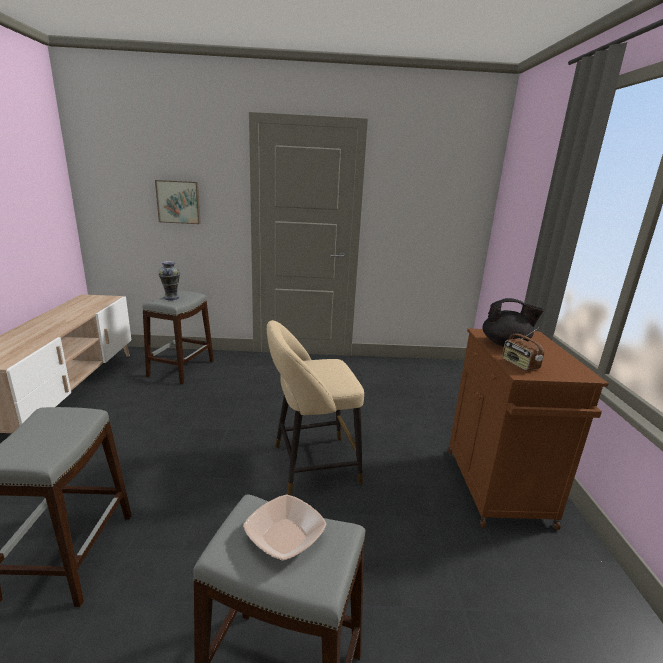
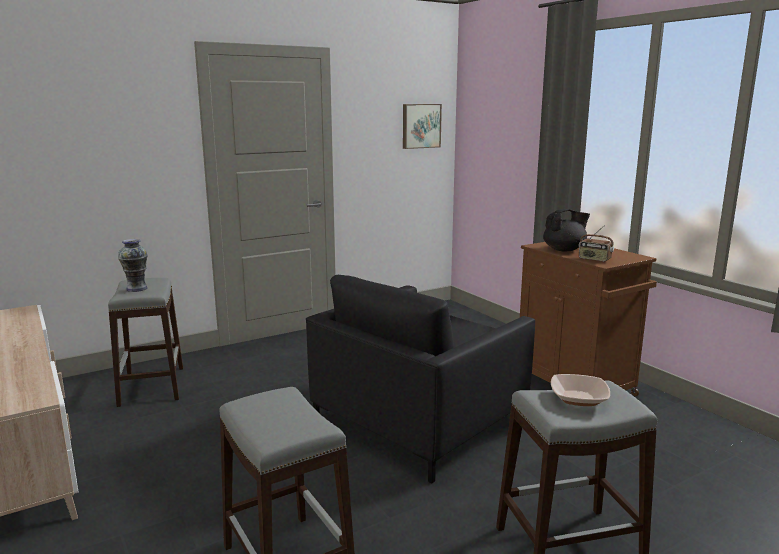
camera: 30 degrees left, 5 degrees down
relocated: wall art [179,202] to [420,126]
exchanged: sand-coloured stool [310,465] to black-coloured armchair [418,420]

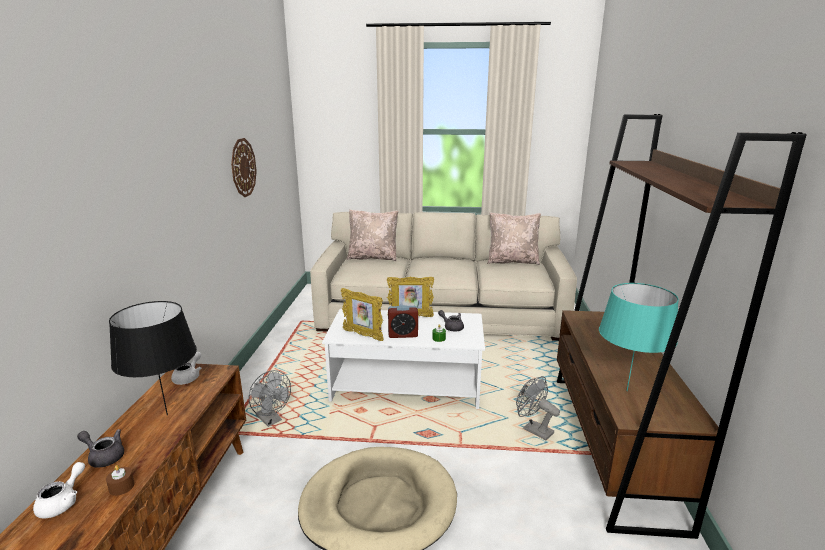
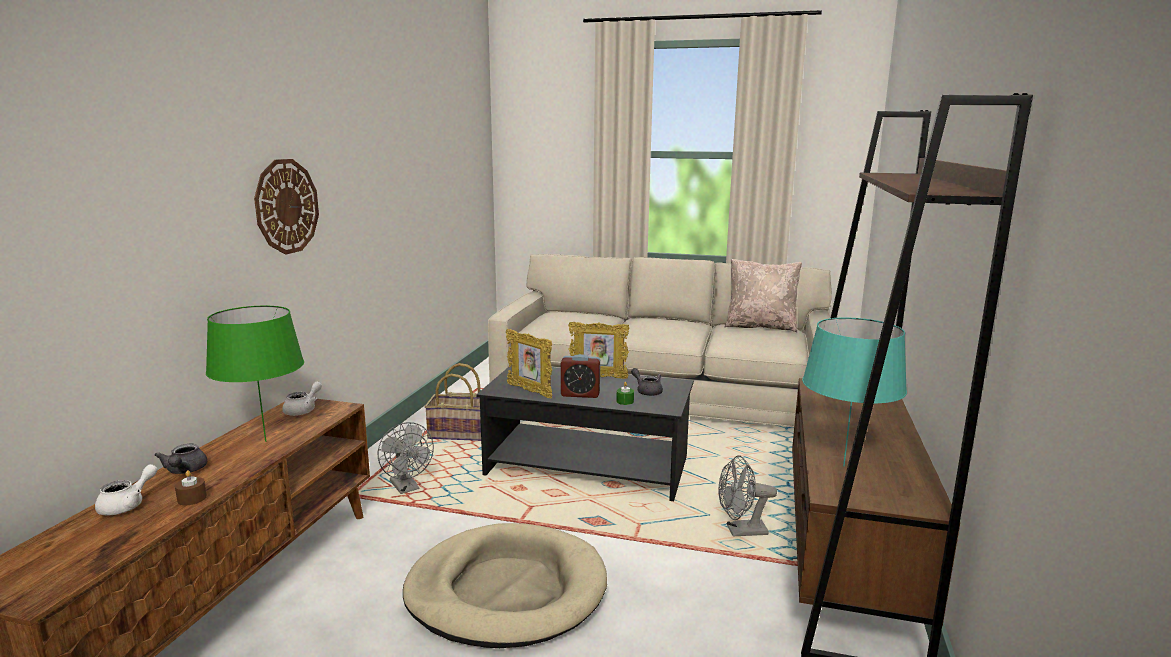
camera: 10 degrees right, 5 degrees down
missing: sand-coloured pillow [373,257]
appeared: basket [461,433]
relocated: clock on the wall [243,167] to [286,206]
colour: black-coloured table lamp [167,414] to greenish table lamp [265,441]; white coffee table [407,384] to black-coloured coffee table [589,466]
spun: greyish tea pot [104,456] = [184,471] 135 degrees counterclockwise; greyish cooling fan [533,429] = [740,532] 60 degrees counterclockwise

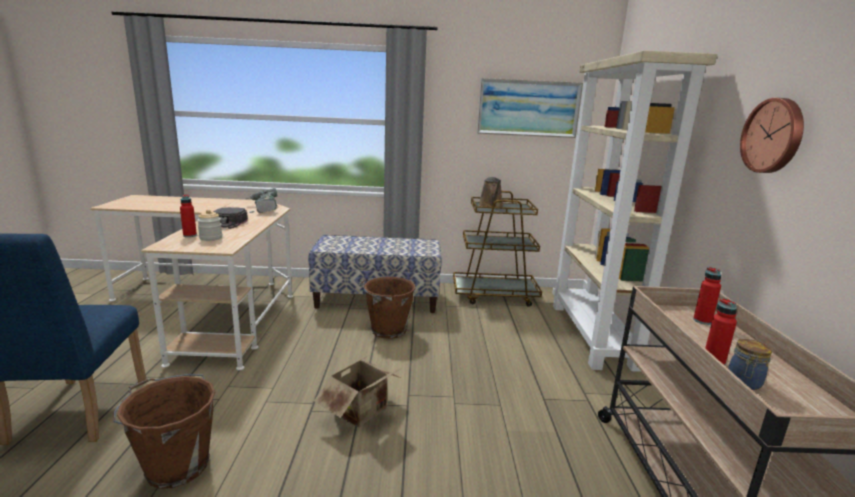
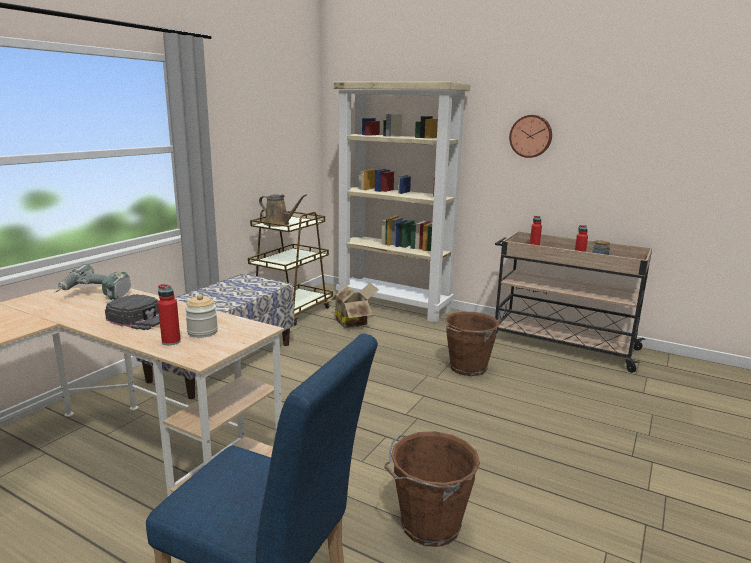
camera: 60 degrees left, 0 degrees up
missing: wall art [528,108]
relocated: cardboard box [363,412] to [353,322]; brownish pail [387,330] to [467,368]

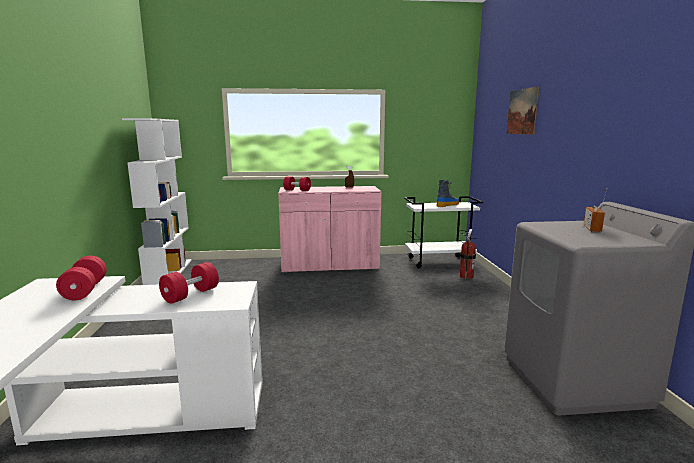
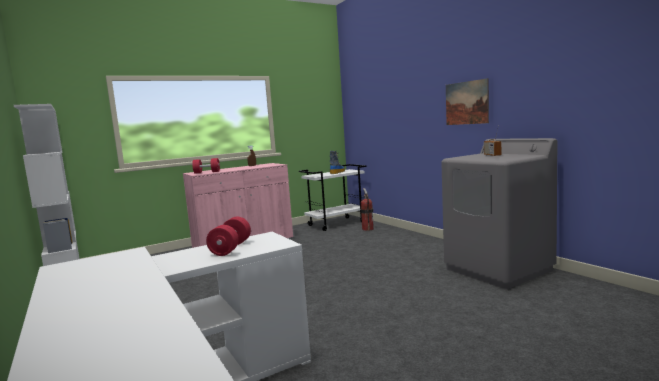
camera: 25 degrees left, 5 degrees down
missing: red-coloured free weight [85,290]
relocated: wall art [522,111] to [466,103]

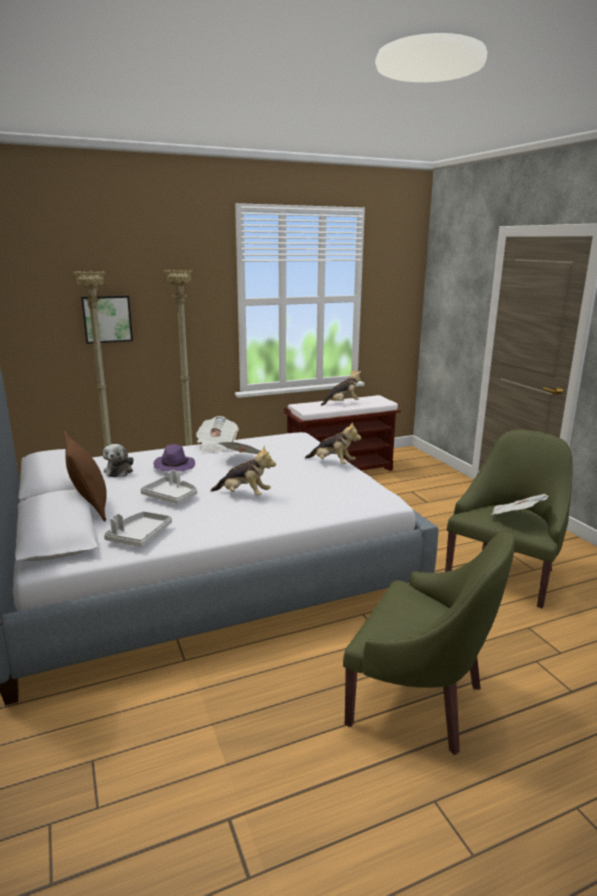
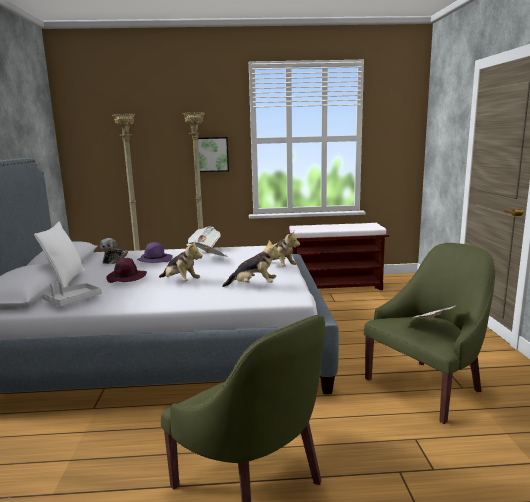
camera: 20 degrees right, 5 degrees down
relocated: wall art [107,319] to [211,154]; soft toy [342,403] to [254,286]
exchanged: greyish carrying tray [171,497] to purple wearable hat [127,278]
colour: brownish pillow [90,507] to white pillow [66,280]

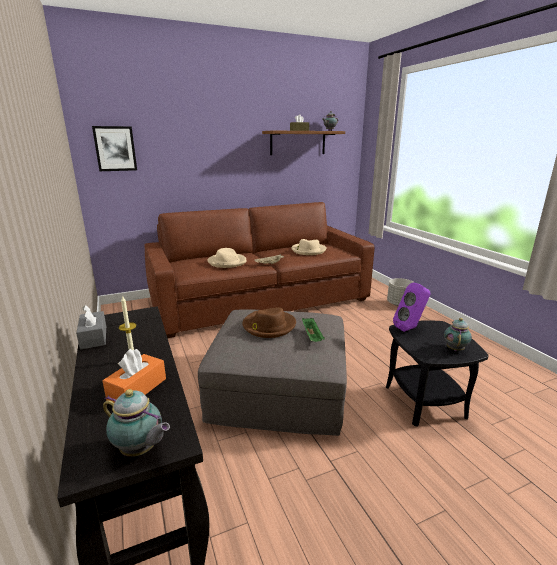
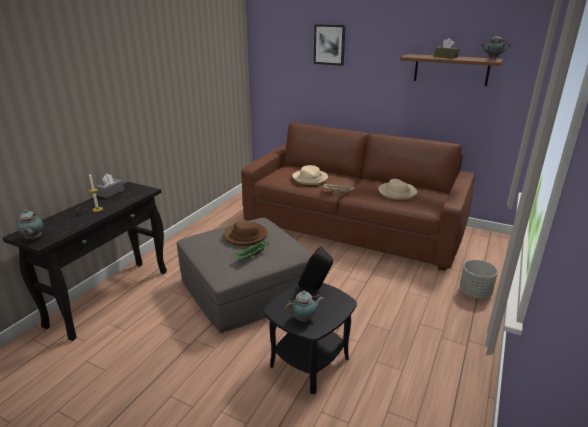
camera: 50 degrees right, 5 degrees up
missing: orangey box of tissues [137,389]
relocated: wall art [115,148] to [329,44]
colour: purple audio speaker [410,328] to black-coloured audio speaker [315,289]

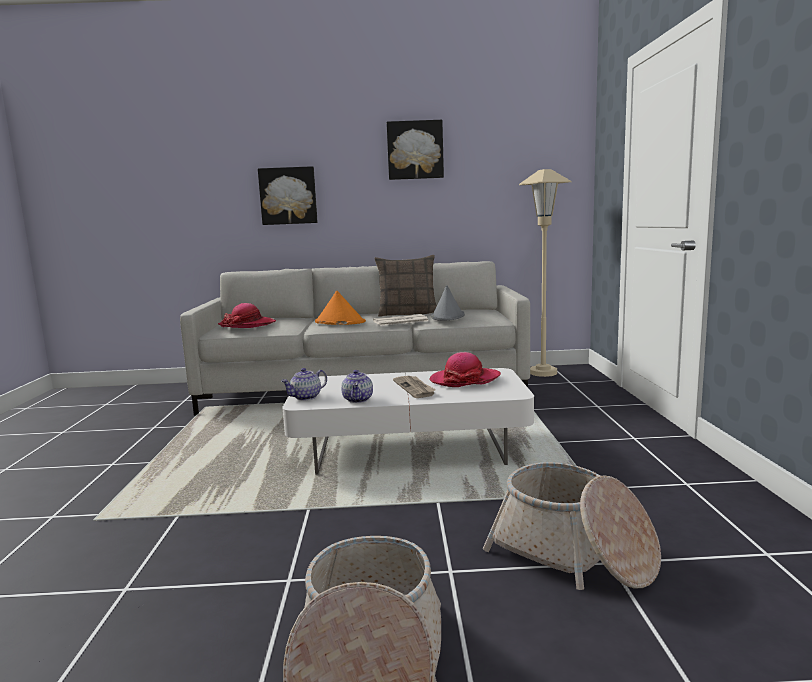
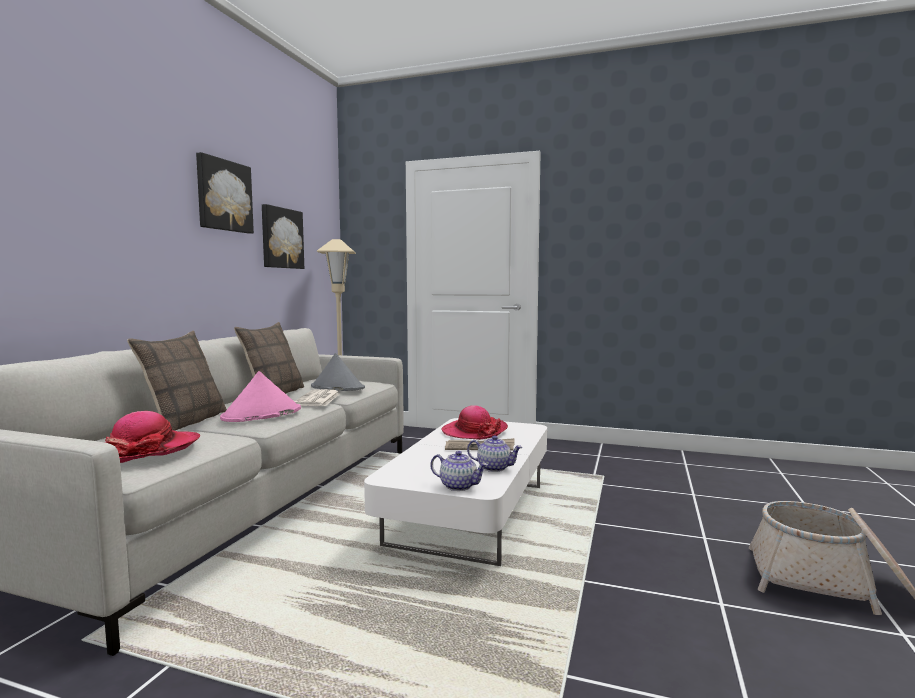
camera: 70 degrees left, 5 degrees down
missing: basket [573,553]
appeared: pillow [185,422]
relocated: wall art [288,196] to [281,238]
colour: orangey wearable hat [339,322] to pinkish wearable hat [261,414]
spun: tea pot [306,397] = [459,486] 45 degrees counterclockwise

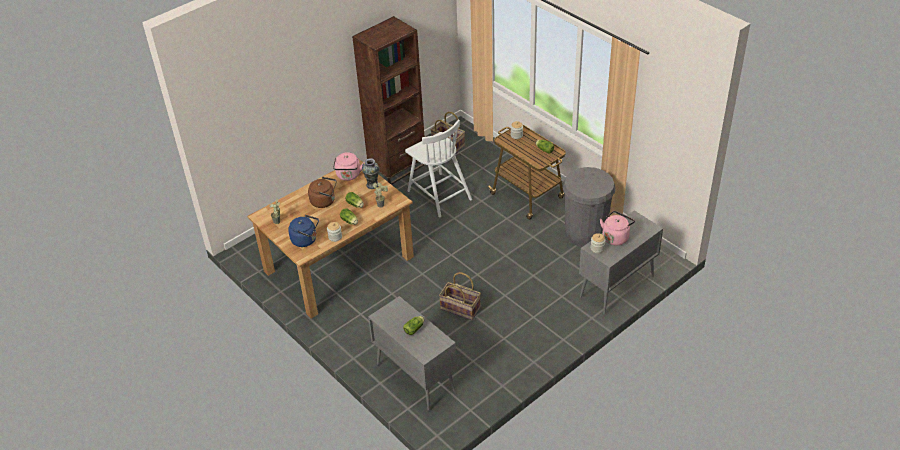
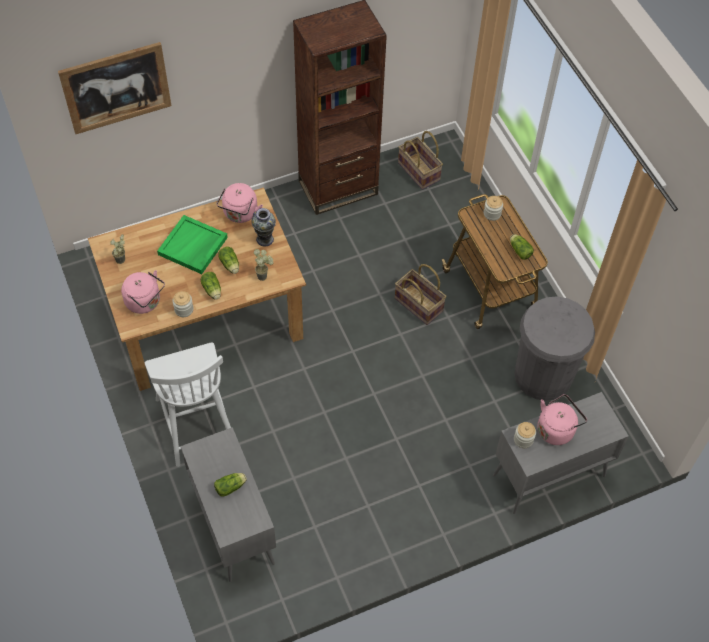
camera: 15 degrees right, 15 degrees up
appeared: wall art [116,87]
relocated: white upright chair [438,194] to [196,421]; basket [460,308] to [419,304]
exchanged: brownish kettle [324,201] to greenish carrying tray [193,246]
colour: blue kettle [306,240] to pinkish kettle [145,302]

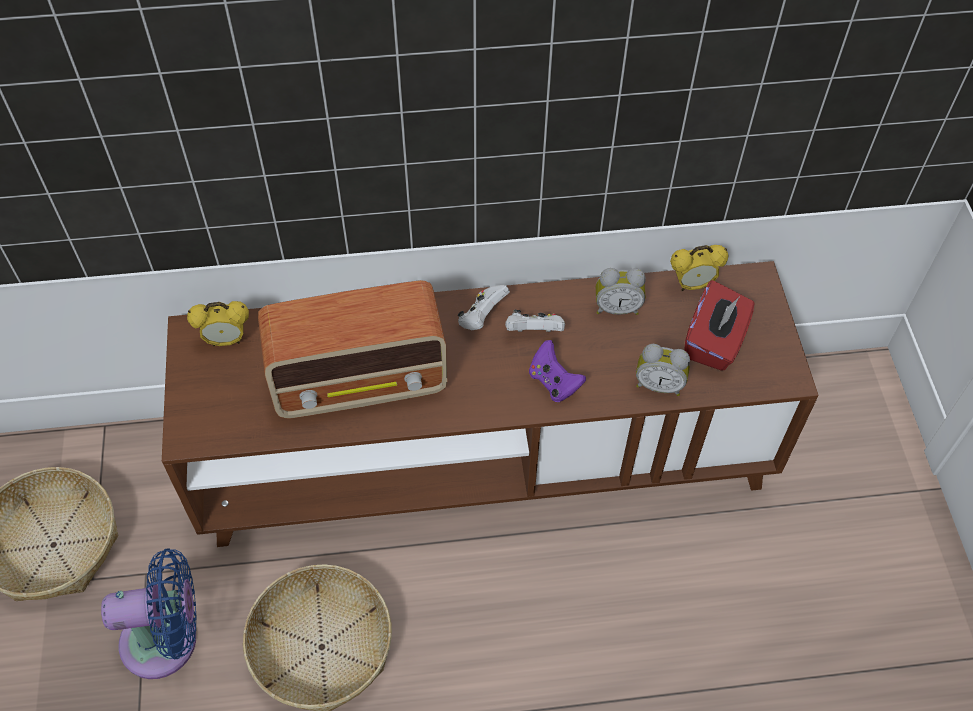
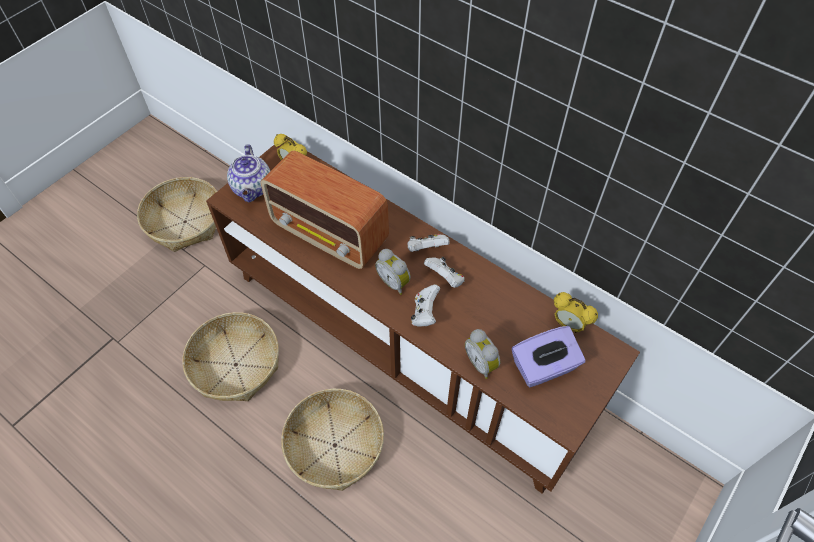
camera: 45 degrees right, 0 degrees up
missing: blue cooling fan [168,640]
appeared: tea pot [253,189]; basket [335,445]
relocated: alarm clock [617,307] to [394,282]
colour: purple game controller [554,382] to white game controller [425,313]; red-coloured box of tissues [714,342] to purple box of tissues [544,367]

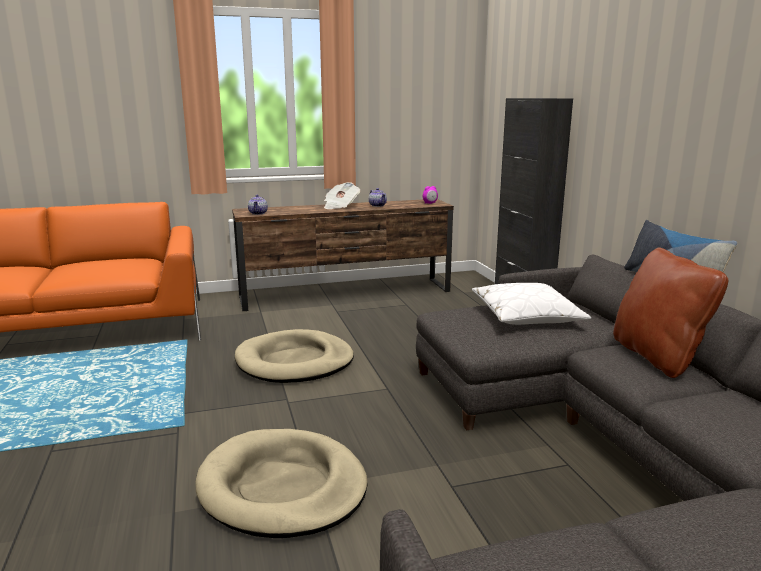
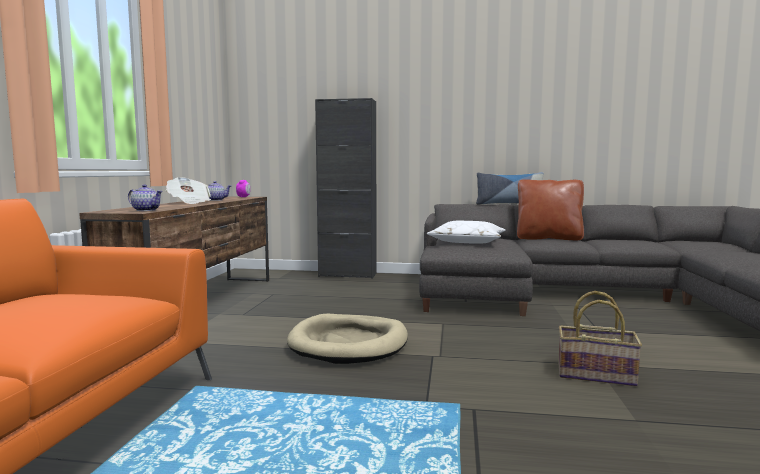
camera: 65 degrees left, 10 degrees down
exchanged: sand-coloured pet bed [282,487] to basket [596,374]

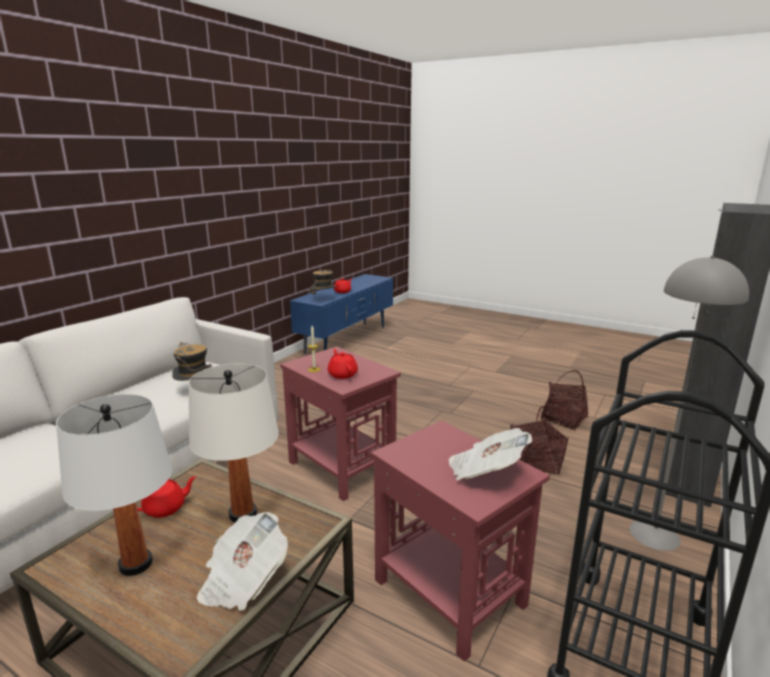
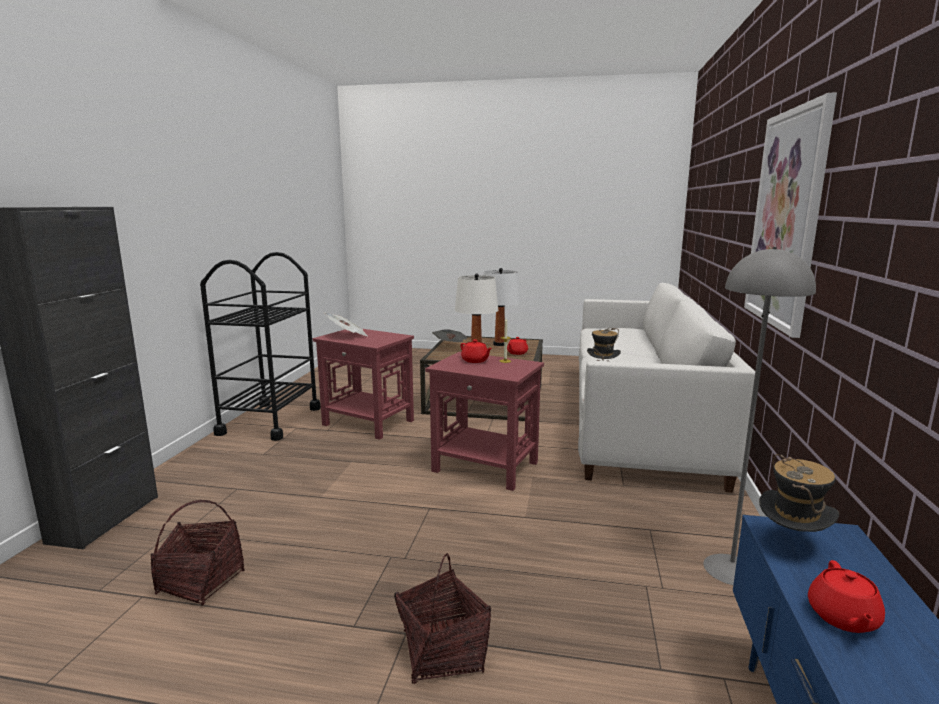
camera: 160 degrees right, 5 degrees down
appeared: wall art [787,219]
relocated: basket [535,462] to [442,653]; greyish floor lamp [654,534] to [731,569]

